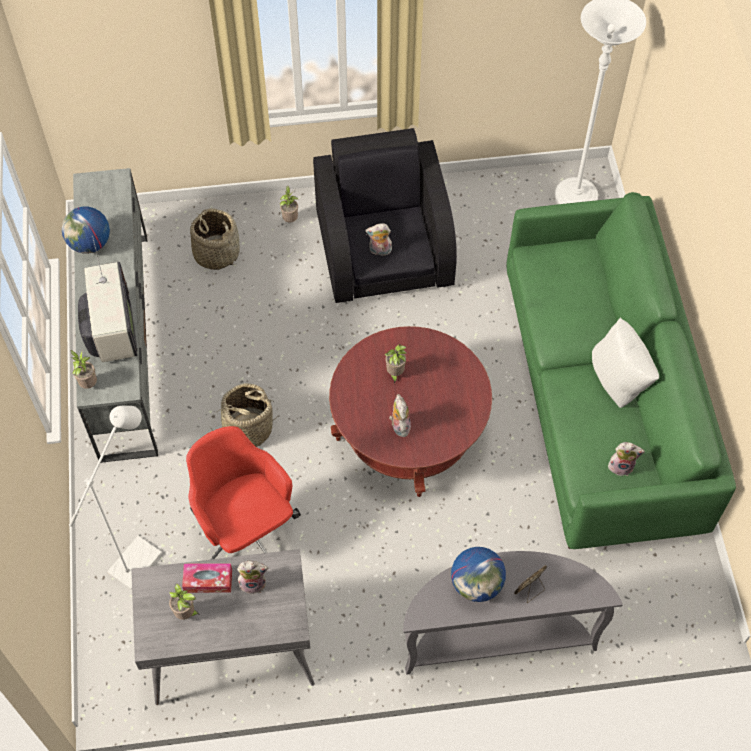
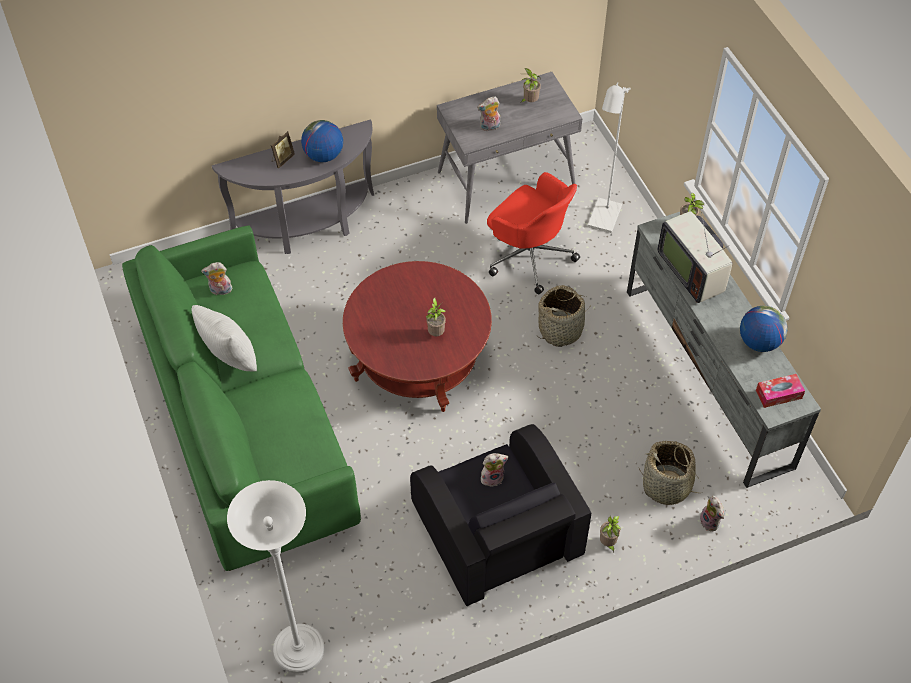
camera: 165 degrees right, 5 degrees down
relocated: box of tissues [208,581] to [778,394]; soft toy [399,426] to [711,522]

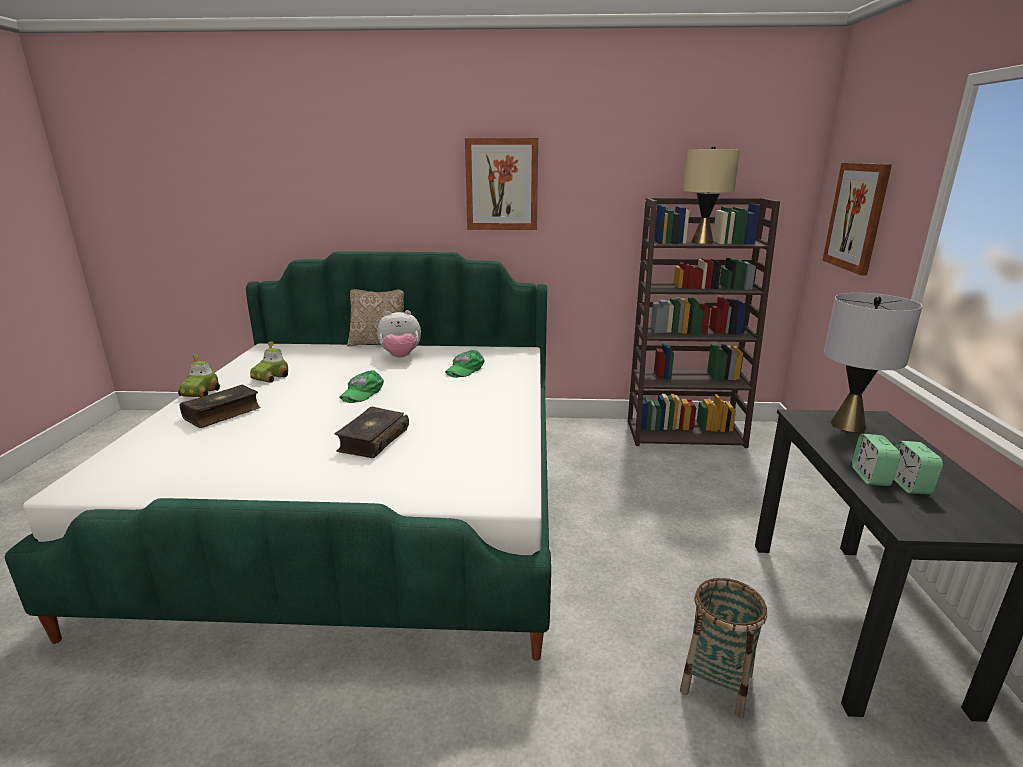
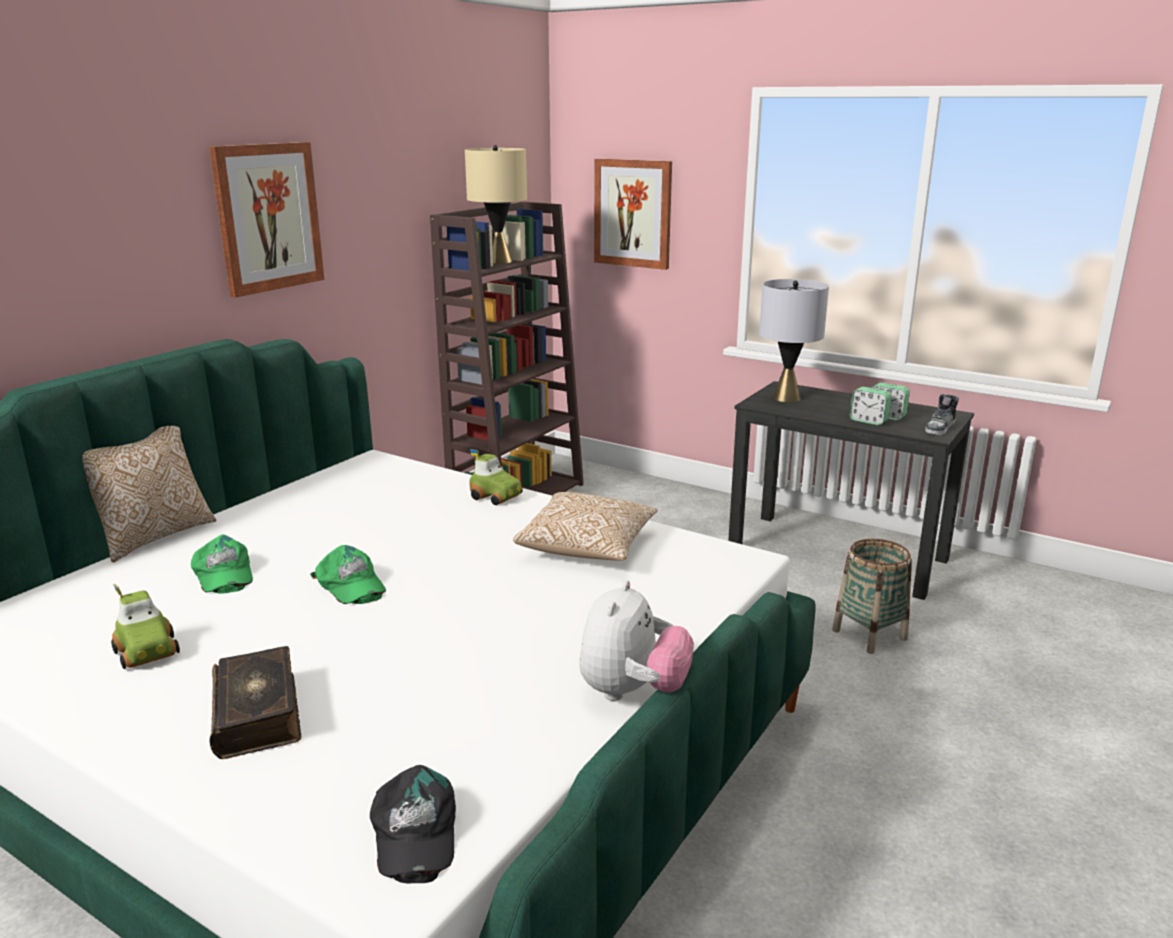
camera: 60 degrees left, 0 degrees up
missing: volume [372,440]
appeared: black-coloured cap [413,832]; pillow [587,546]; shoe [940,428]
relocated: model car [201,393] to [497,496]; soft toy [400,357] to [632,692]; greenish cap [464,369] to [222,574]

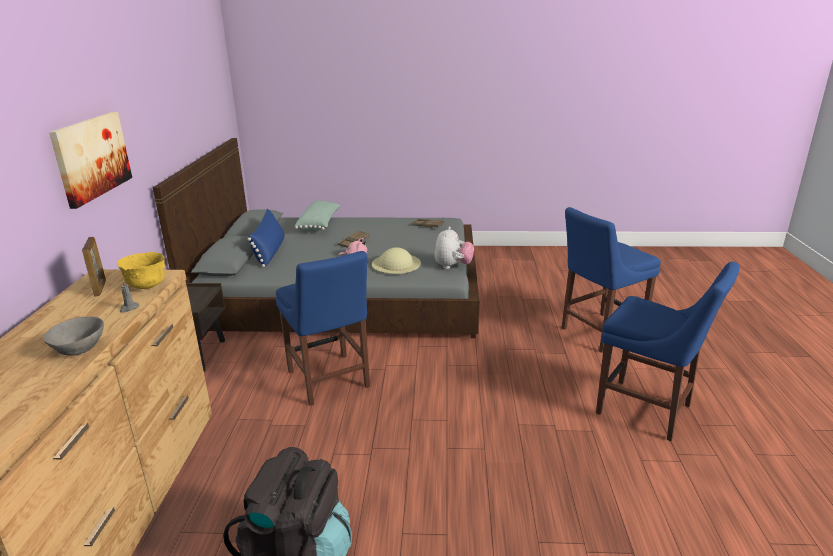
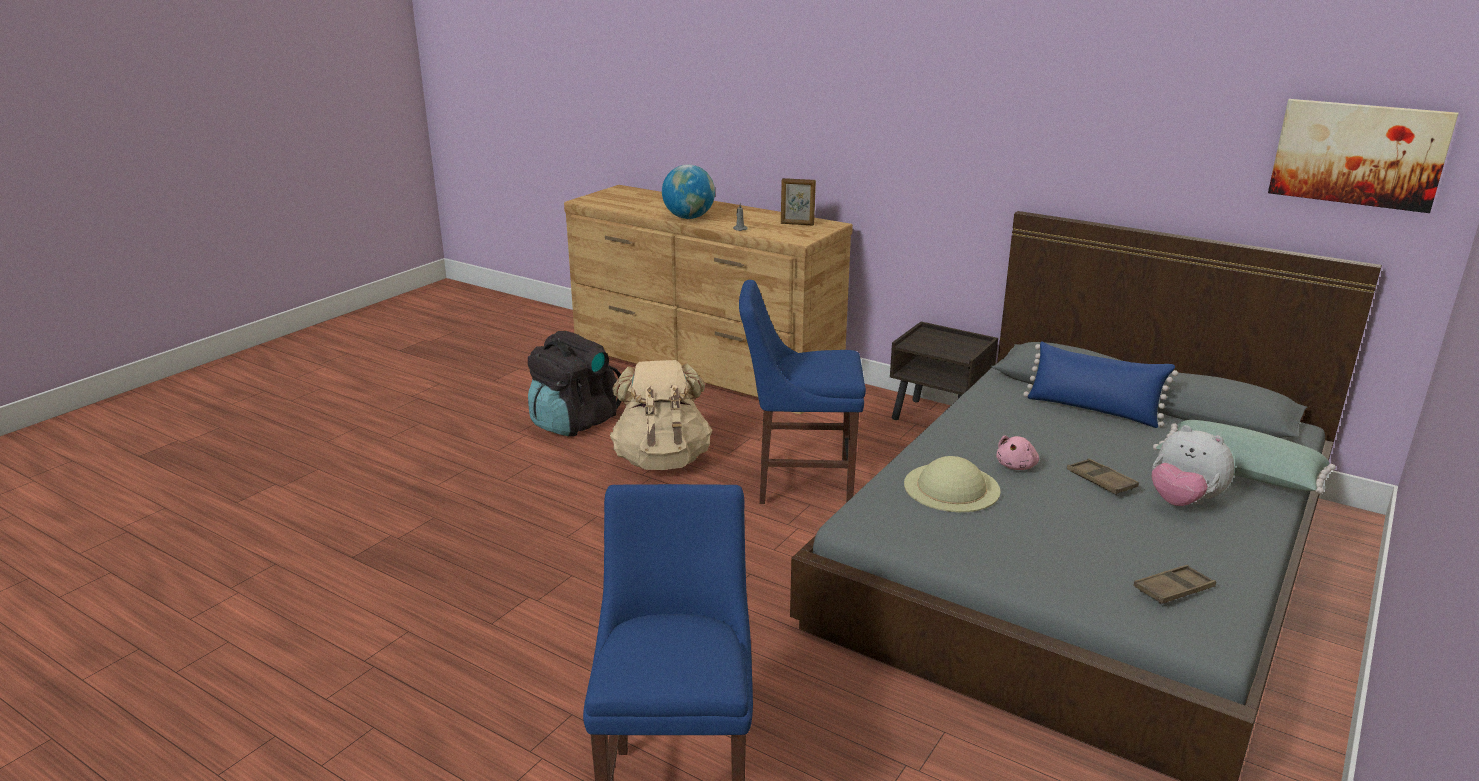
camera: 120 degrees right, 0 degrees up
missing: yellow deep dish [146,286]; blue upright chair [648,411]
appeared: sand-coloured knapsack [662,459]
relocated: wall art [91,157] to [1358,154]; soft toy [453,266] to [1183,502]
exchanged: greyish deep dish [79,349] to desk globe [689,218]

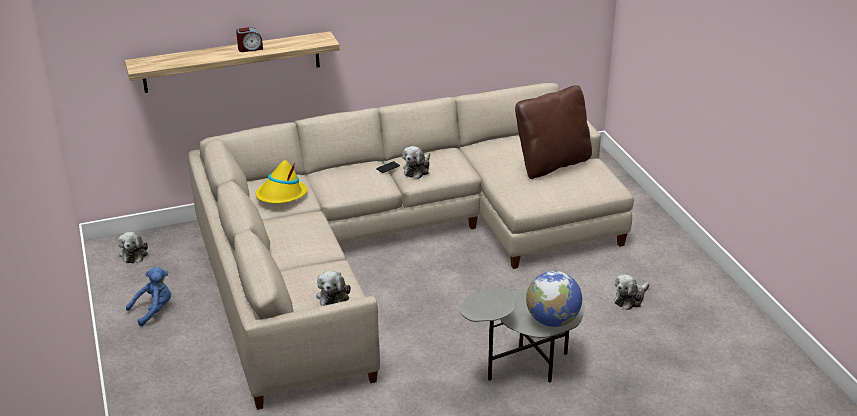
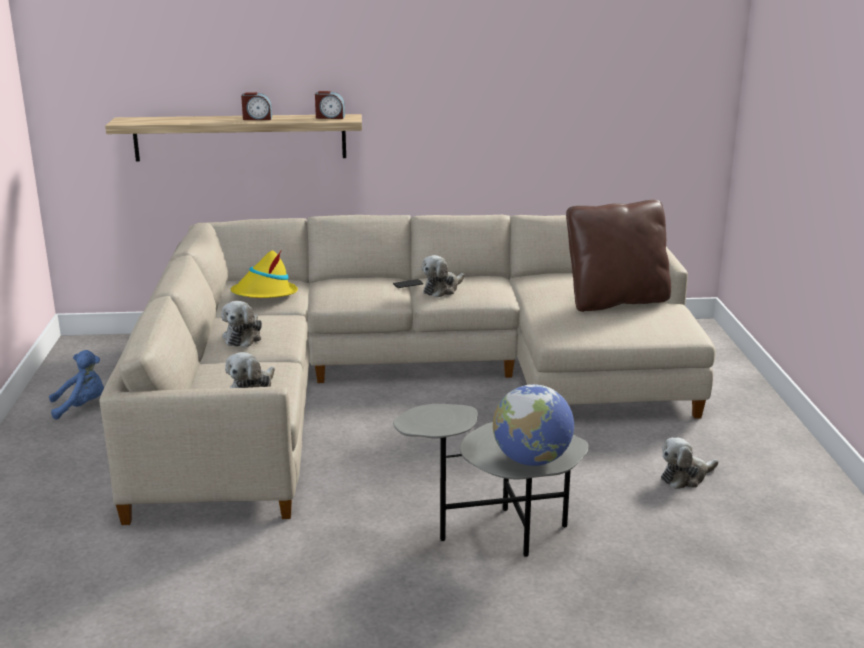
camera: 15 degrees right, 10 degrees down
appeared: alarm clock [330,117]
relocated: soft toy [134,253] to [244,337]

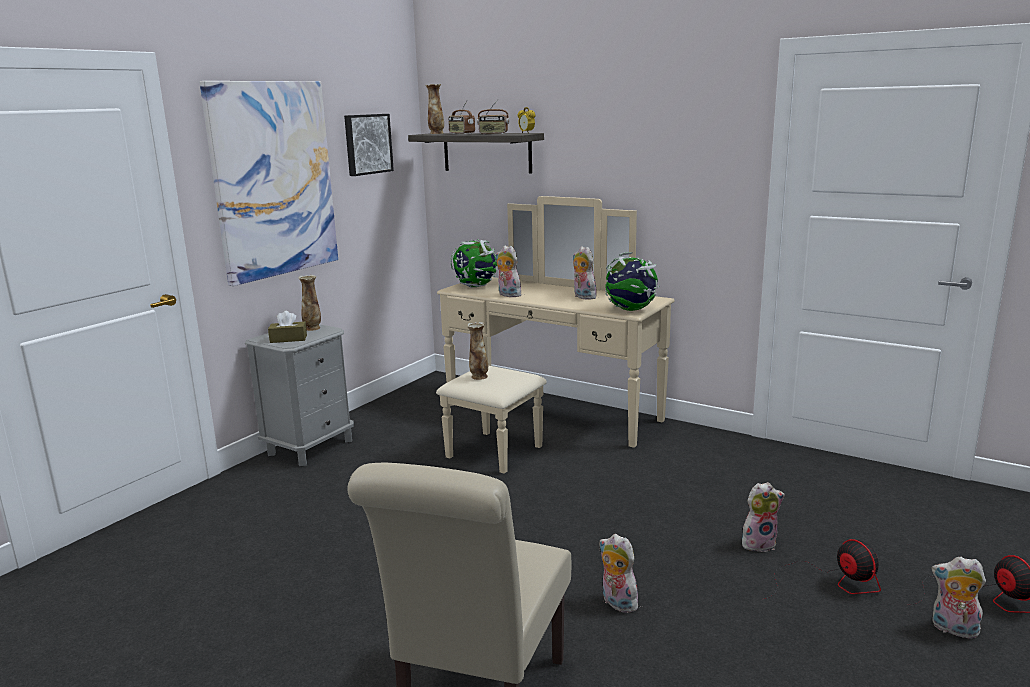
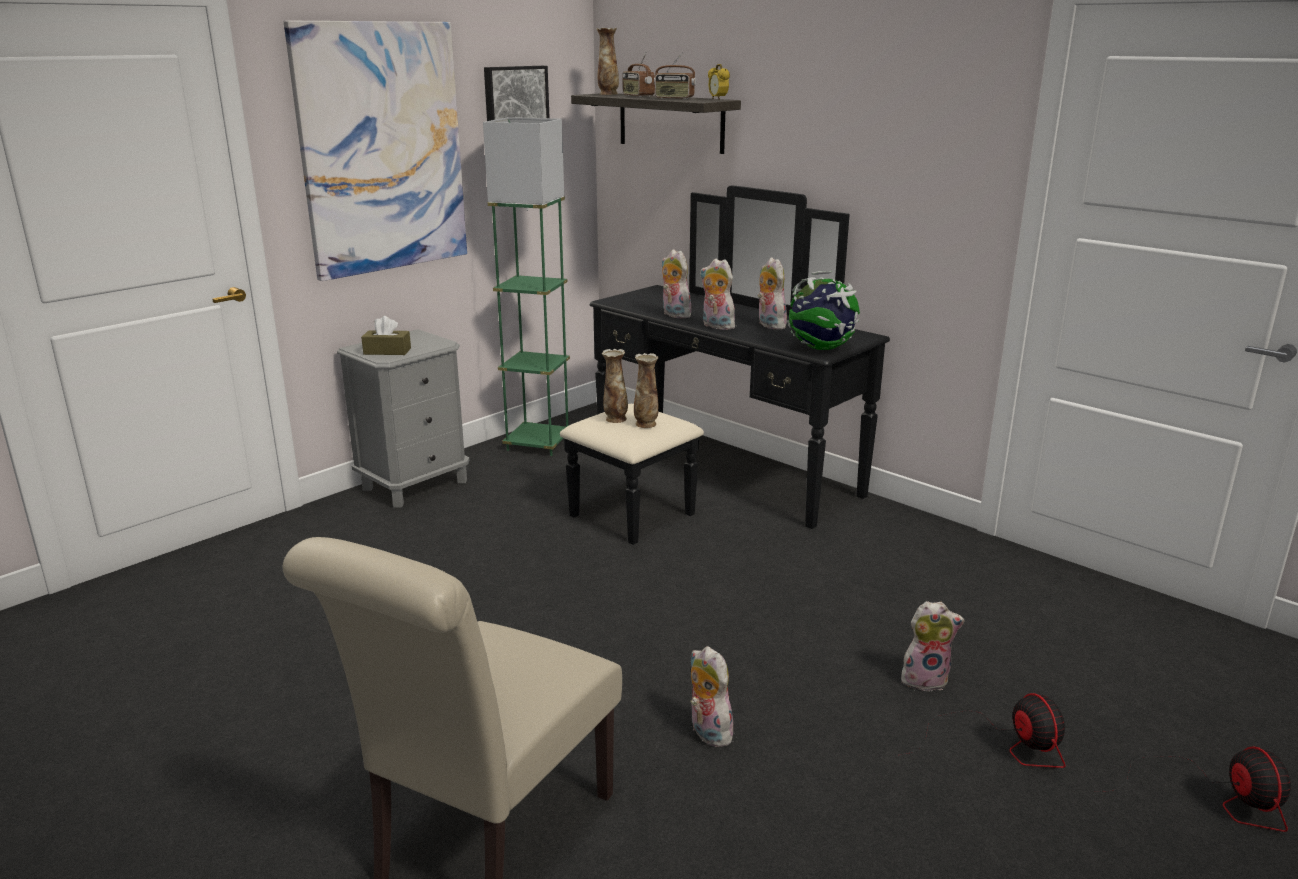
camera: 10 degrees right, 5 degrees up
missing: desk globe [475,286]
appeared: greenish floor lamp [538,444]
relocated: decorative vase [312,328] to [646,424]; soft toy [953,629] to [716,326]
colour: sand-coloured drawer chest [541,421] to black-coloured drawer chest [706,480]

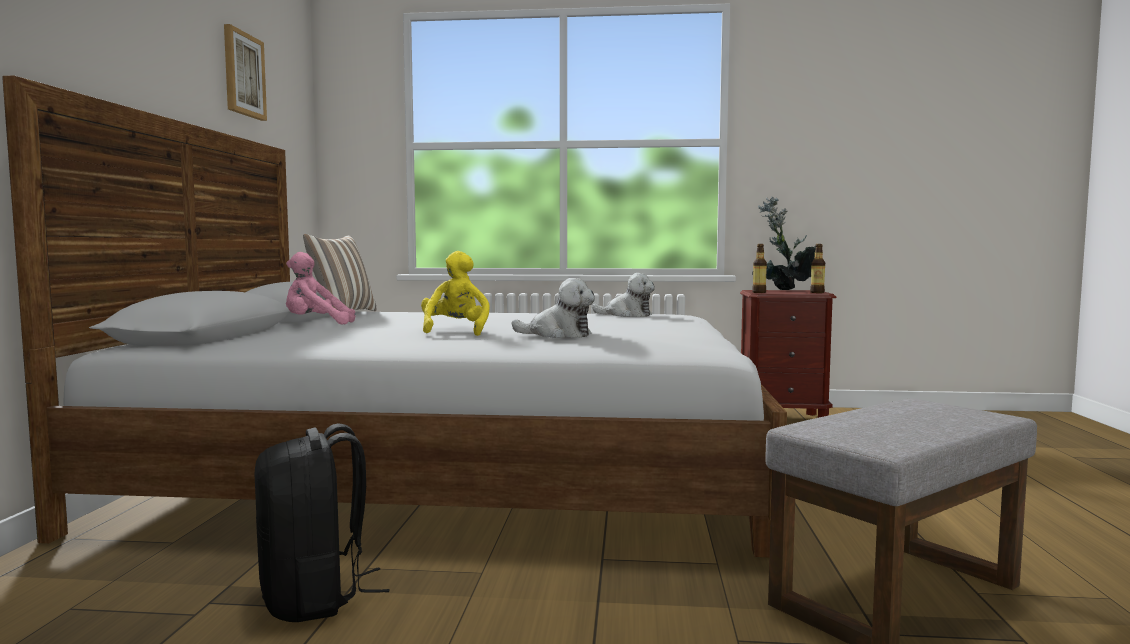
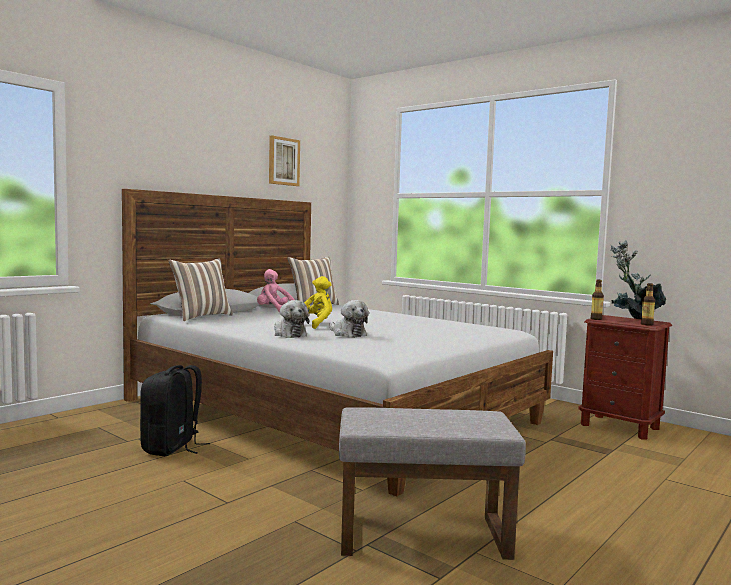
camera: 35 degrees right, 0 degrees up
appeared: pillow [201,317]
relocated: soft toy [627,315] to [289,334]

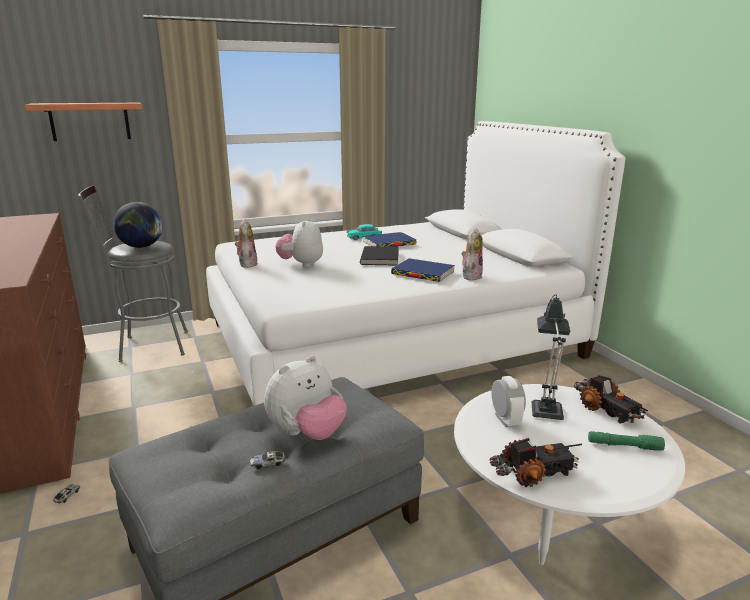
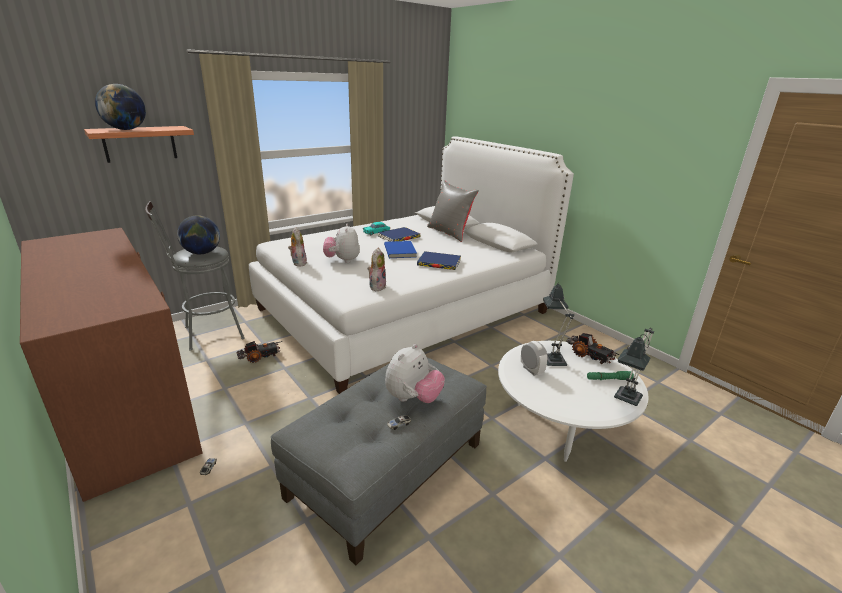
camera: 15 degrees left, 5 degrees up
appeared: desk globe [126,129]; greyish pillow [450,233]; table lamp [626,400]
relocated: soft toy [471,276] to [377,286]; toy lorry [534,474] to [260,357]
colour: black-coloured volume [381,258] to blue volume [401,251]

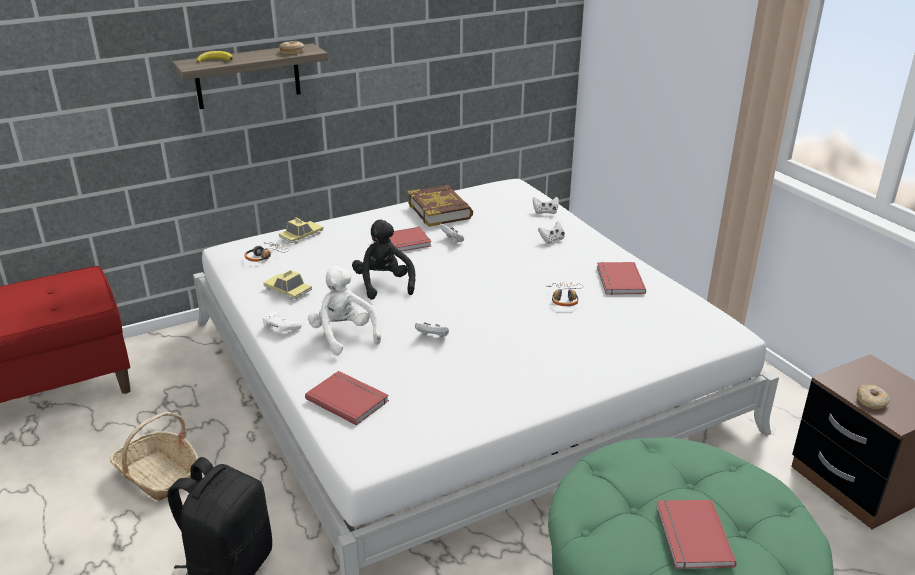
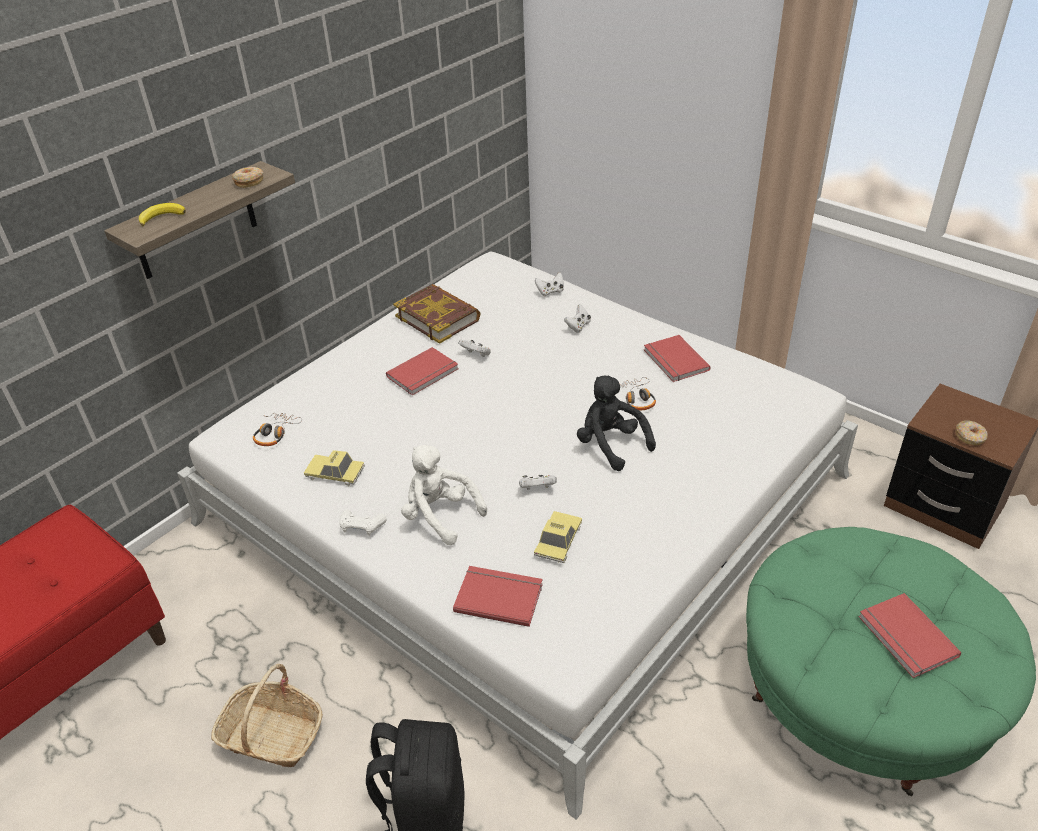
camera: 20 degrees left, 10 degrees up
relocated: model car [301,236] to [558,541]; black-coloured soft toy [384,284] to [611,445]

